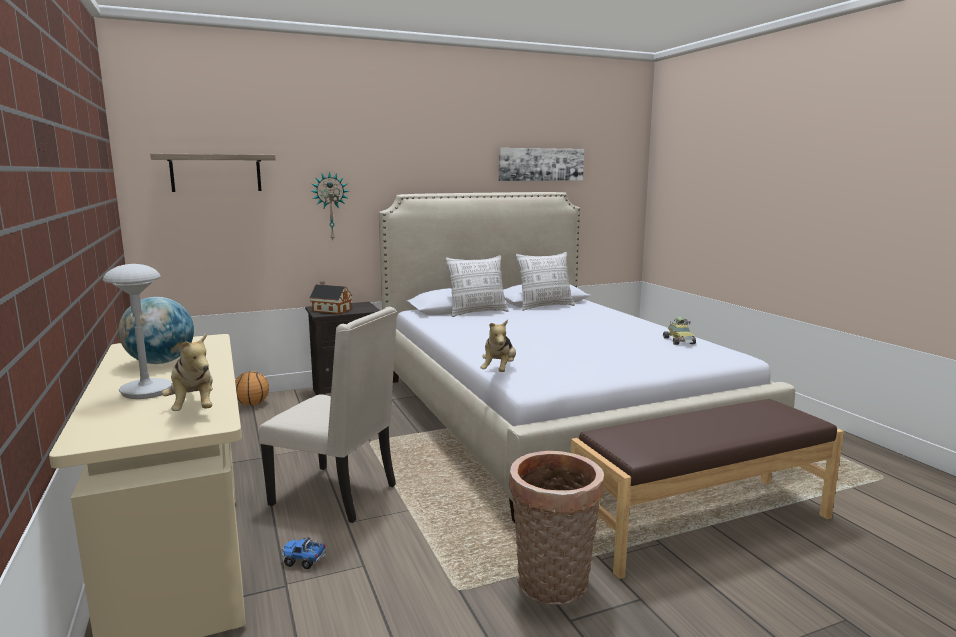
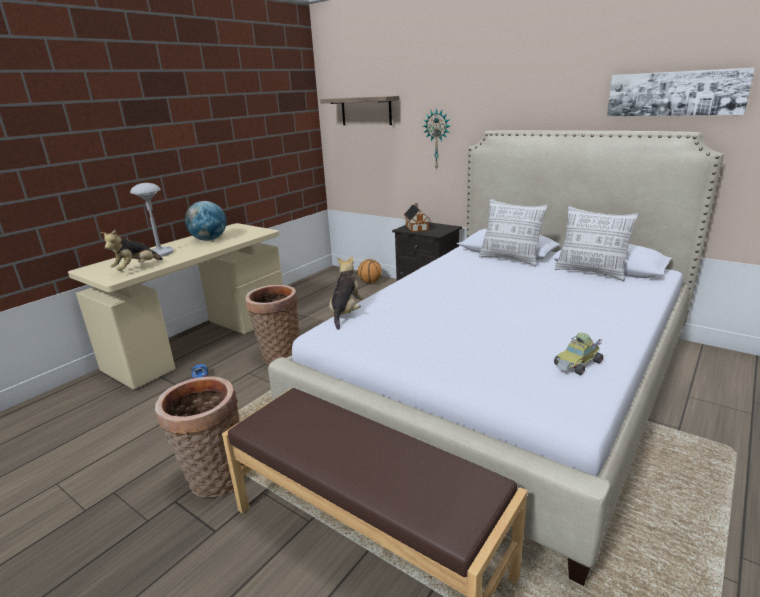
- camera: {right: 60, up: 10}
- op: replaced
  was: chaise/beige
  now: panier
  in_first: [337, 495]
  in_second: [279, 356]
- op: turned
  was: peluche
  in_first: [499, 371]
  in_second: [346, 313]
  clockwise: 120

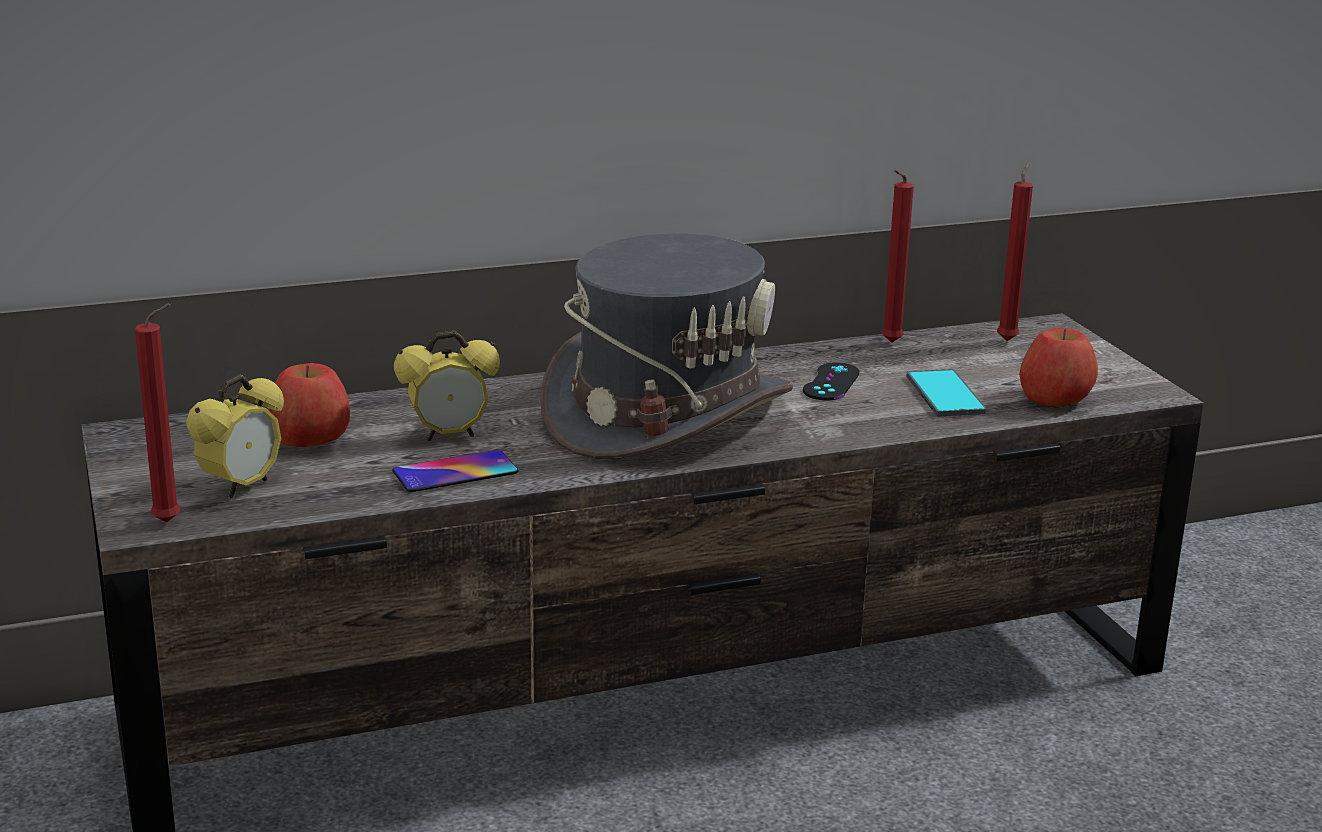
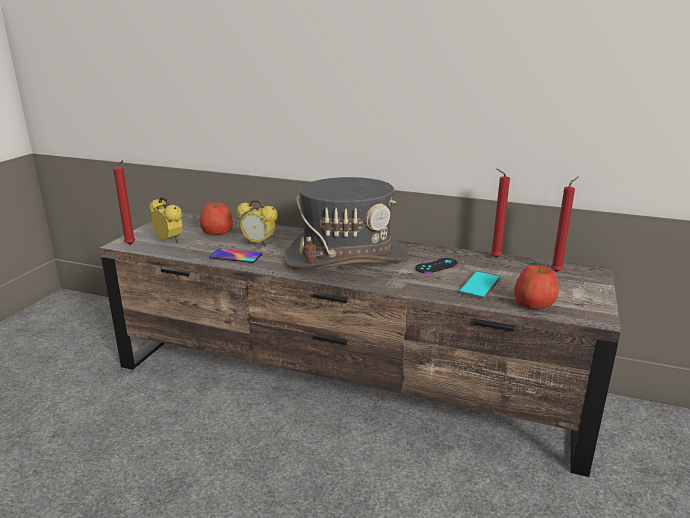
- camera: {right: 40, up: 0}
- op: turned
  was: réveil
  in_first: [242, 487]
  in_second: [169, 241]
  clockwise: -120

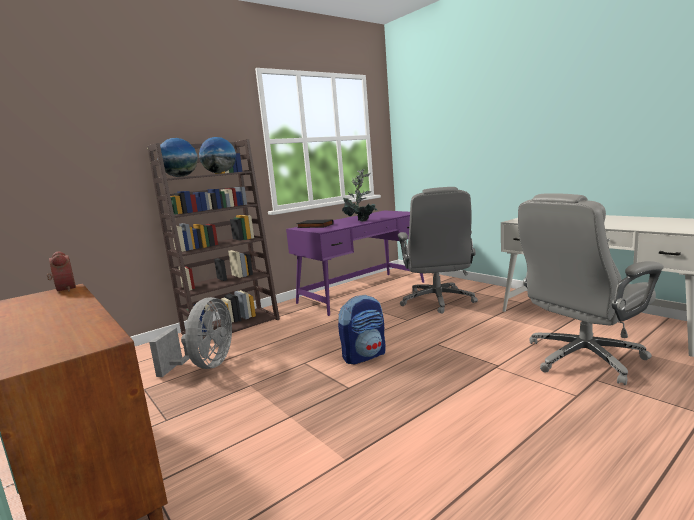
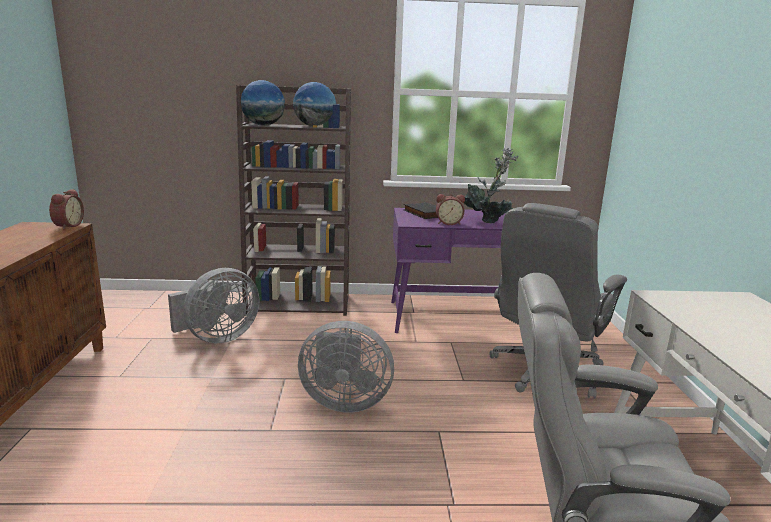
- camera: {right: 35, up: 5}
- op: replaced
  was: sac à dos
  now: ventilateur/gris
  in_first: [364, 356]
  in_second: [344, 402]
- op: added
  now: réveil
  in_second: [448, 223]

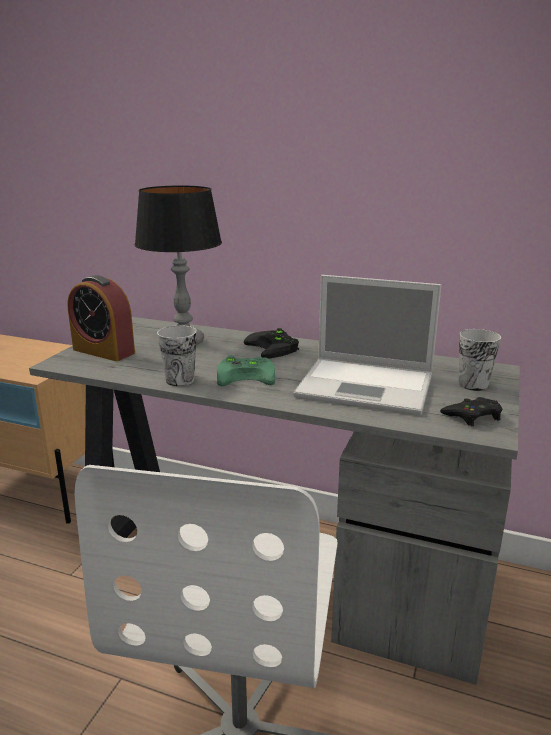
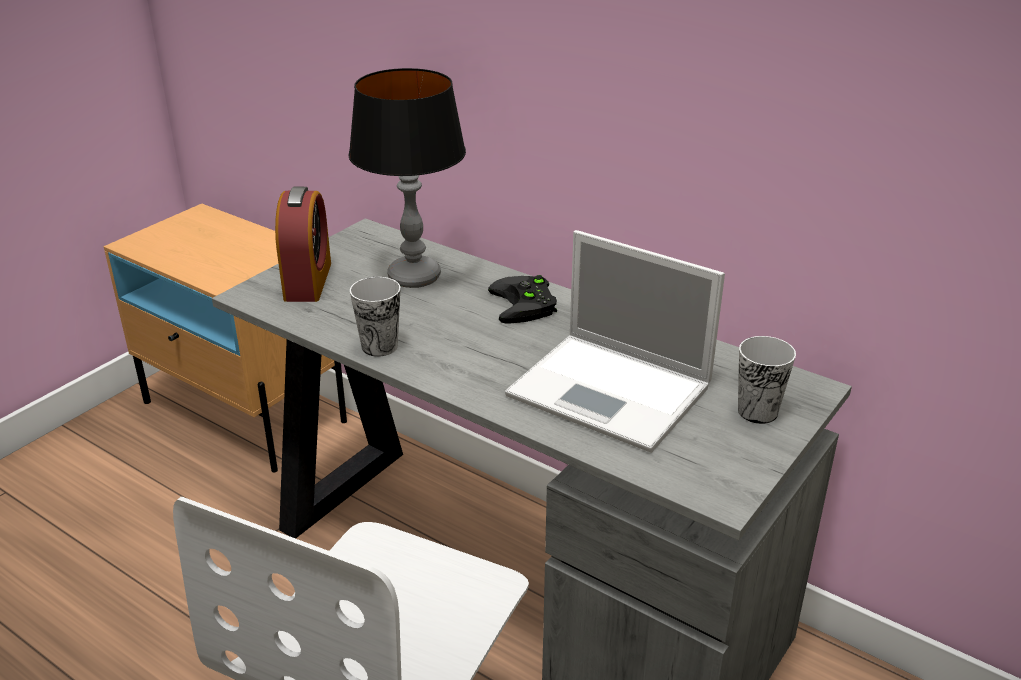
- camera: {right: 15, up: 10}
- op: turned
  was: réveil
  in_first: [103, 351]
  in_second: [308, 281]
  clockwise: -135
- op: removed
  was: manette/vert
  in_first: [248, 375]
- op: removed
  was: manette/noir
  in_first: [472, 416]

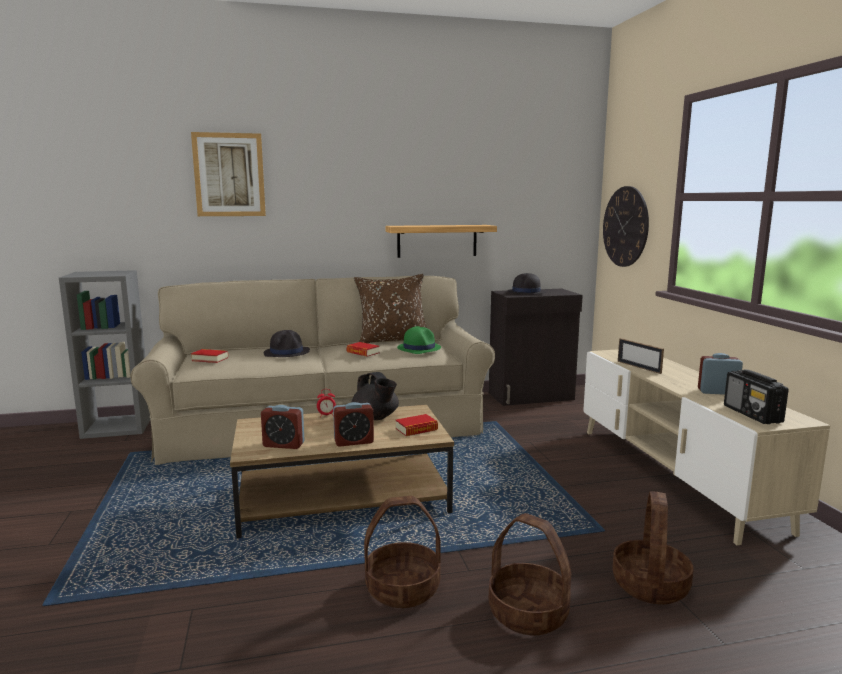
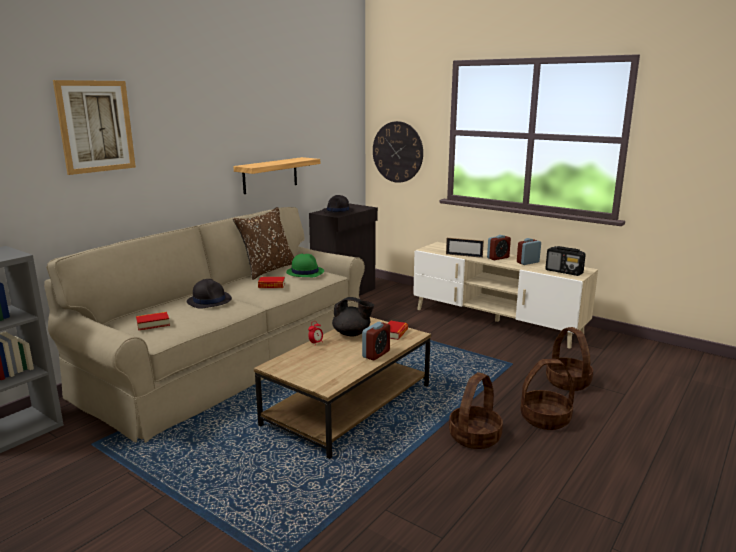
- camera: {right: -40, up: 5}
- op: moved
  was: réveil
  in_first: [283, 445]
  in_second: [498, 258]

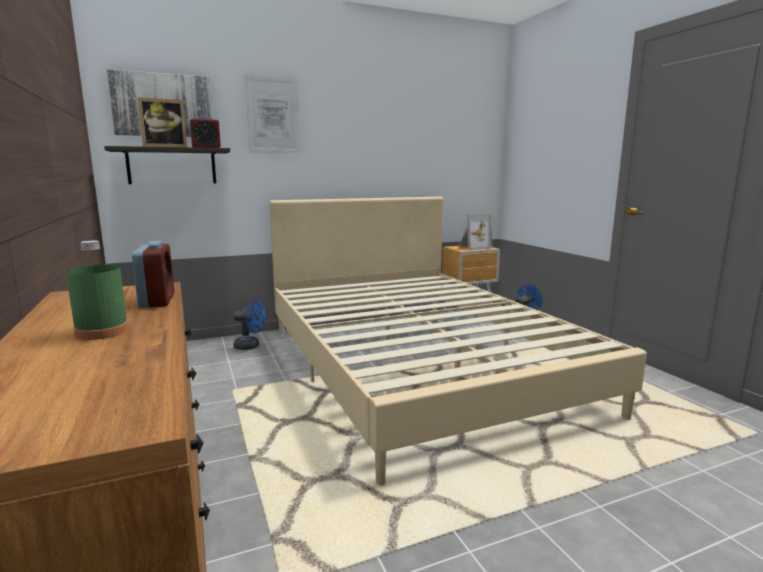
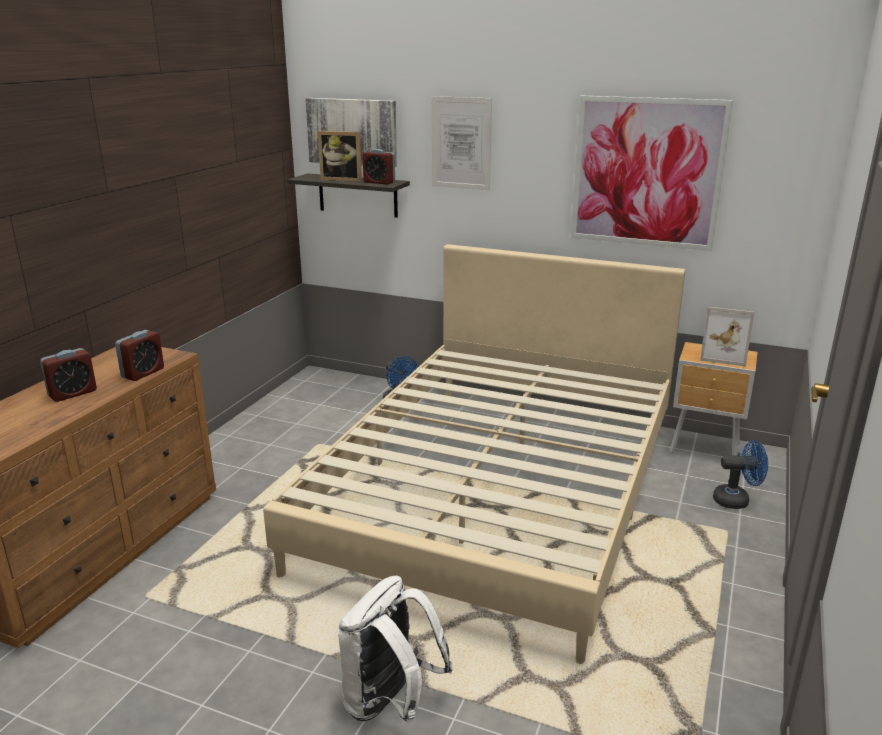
- camera: {right: 45, up: 10}
- op: replaced
  was: bouteille/vert
  now: réveil
  in_first: [102, 331]
  in_second: [72, 393]
- op: added
  now: sac à dos/blanc
  in_second: [389, 703]
- op: added
  now: tableau
  in_second: [646, 173]

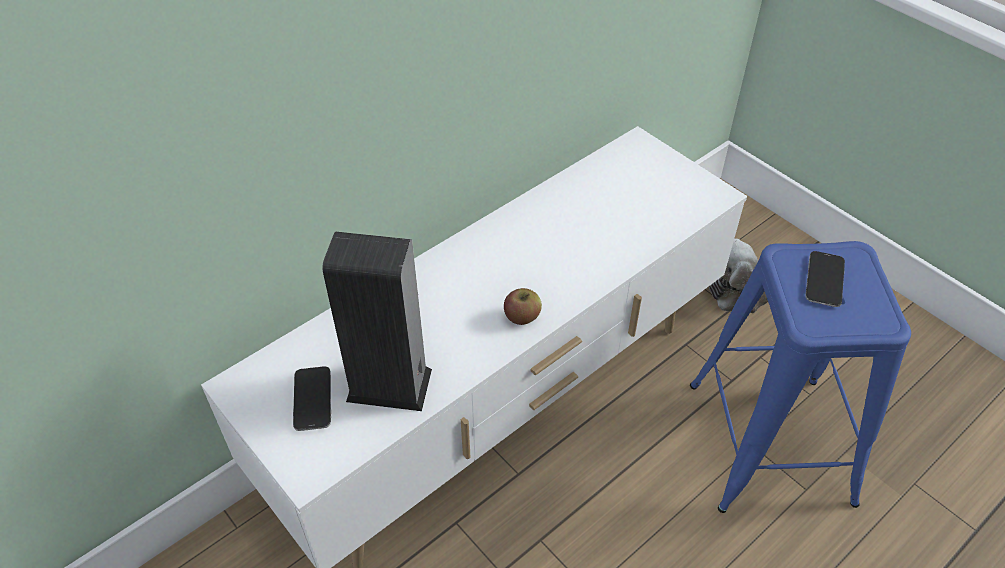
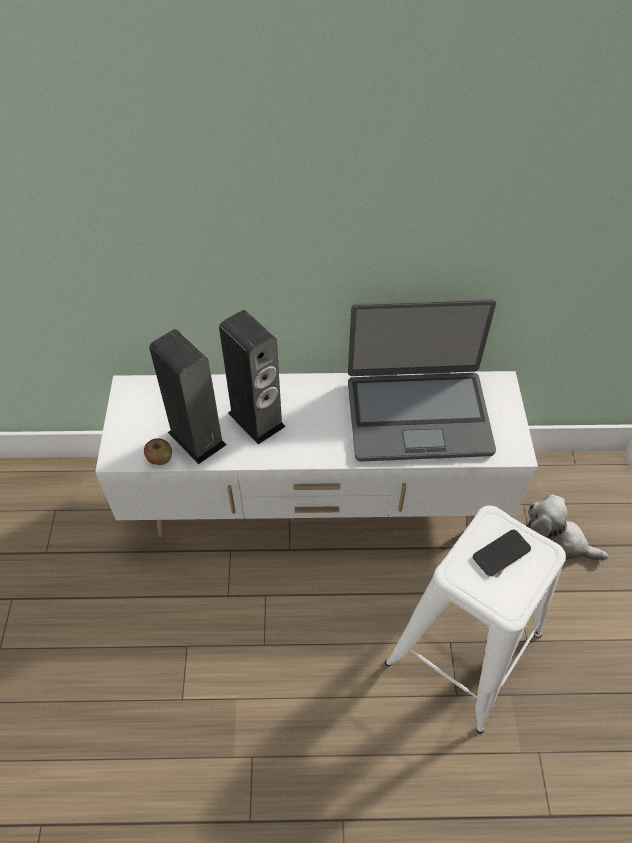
- camera: {right: 40, up: 5}
- op: moved
  was: pomme
  in_first: [522, 316]
  in_second: [160, 458]
- op: added
  now: enceinte
  in_second: [256, 419]
- op: added
  now: ordinateur portable
  in_second: [418, 415]
- op: recoloured
  was: tabouret/bleu
  now: tabouret/blanc
  in_first: [769, 442]
  in_second: [464, 648]
- op: removed
  was: téléphone
  in_first: [312, 399]

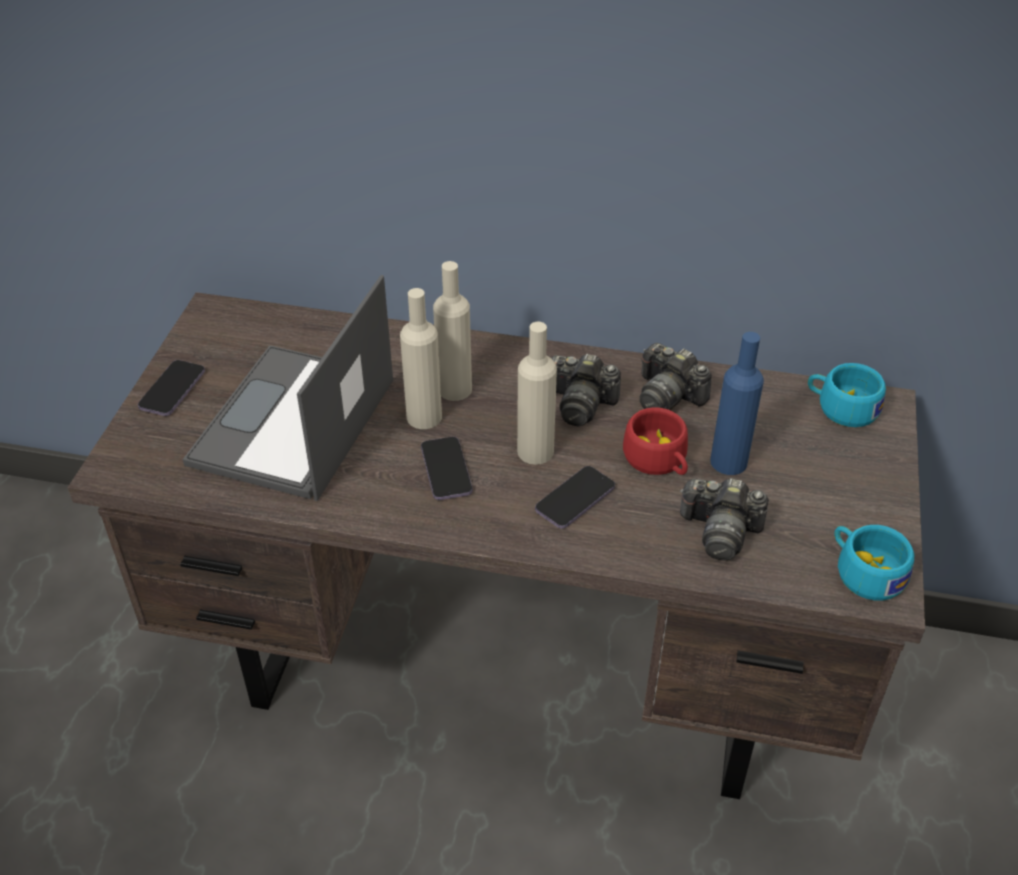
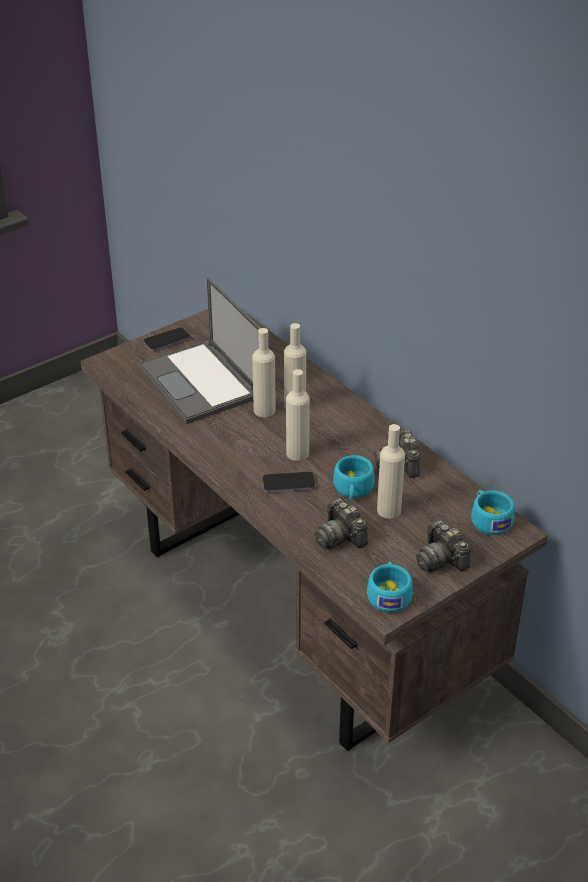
- camera: {right: 40, up: -5}
- op: turned
  was: ordinateur portable
  in_first: [293, 424]
  in_second: [201, 382]
  clockwise: -90
- op: recoloured
  was: tasse/rouge
  now: tasse/turquoise
  in_first: [658, 461]
  in_second: [353, 490]
- op: recoloured
  was: bouteille/bleu
  now: bouteille/beige
  in_first: [728, 461]
  in_second: [388, 510]
- op: moved
  was: appareil photo
  in_first: [579, 403]
  in_second: [441, 559]
- op: removed
  was: téléphone
  in_first: [446, 470]

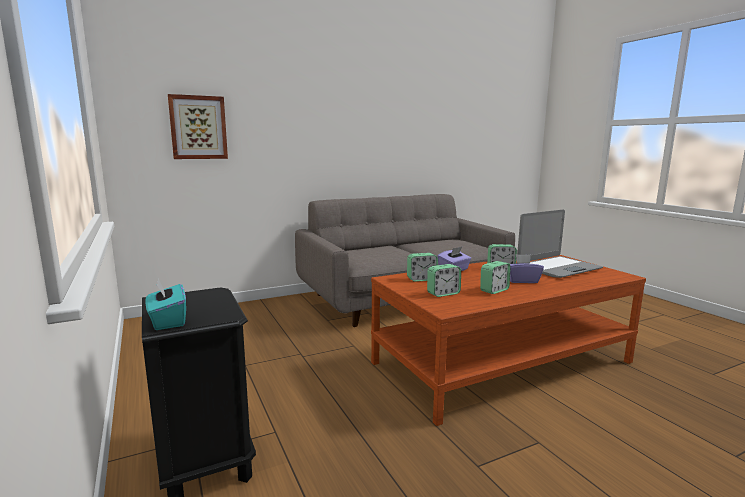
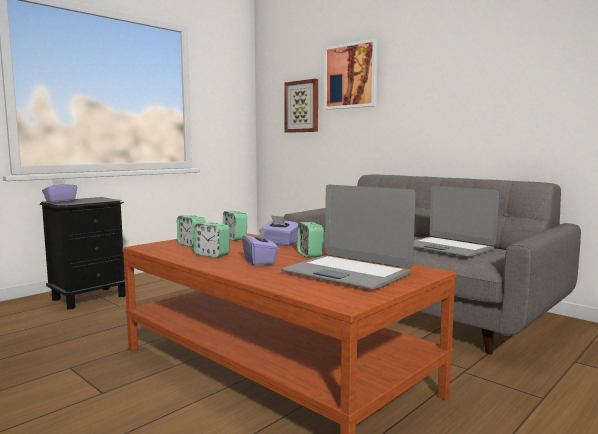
- camera: {right: 70, up: -5}
- op: recoloured
  was: boîte à mouchoirs/turquoise
  now: boîte à mouchoirs/violet
  in_first: [168, 321]
  in_second: [60, 201]
- op: added
  now: tableau
  in_second: [351, 76]
- op: added
  now: ordinateur portable
  in_second: [447, 248]

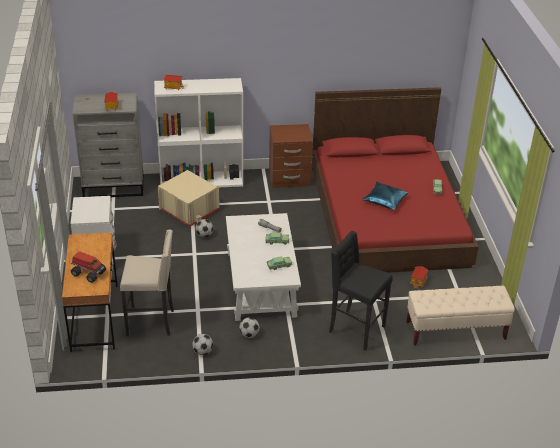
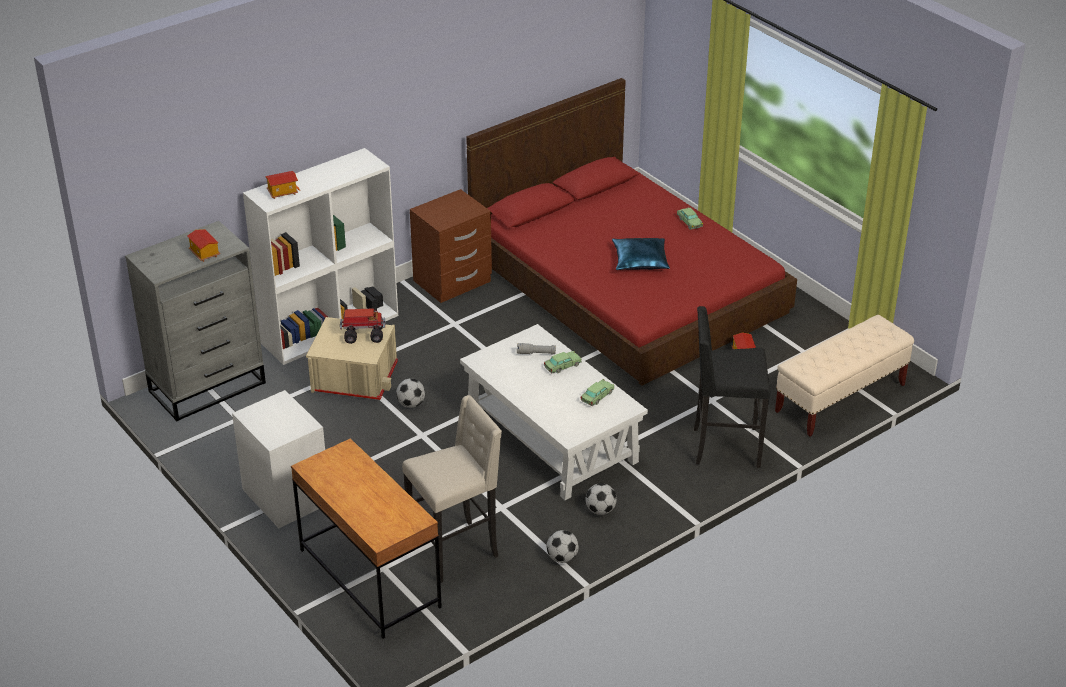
- camera: {right: -30, up: 0}
- op: moved
  was: camion jouet
  in_first: [88, 273]
  in_second: [363, 335]

